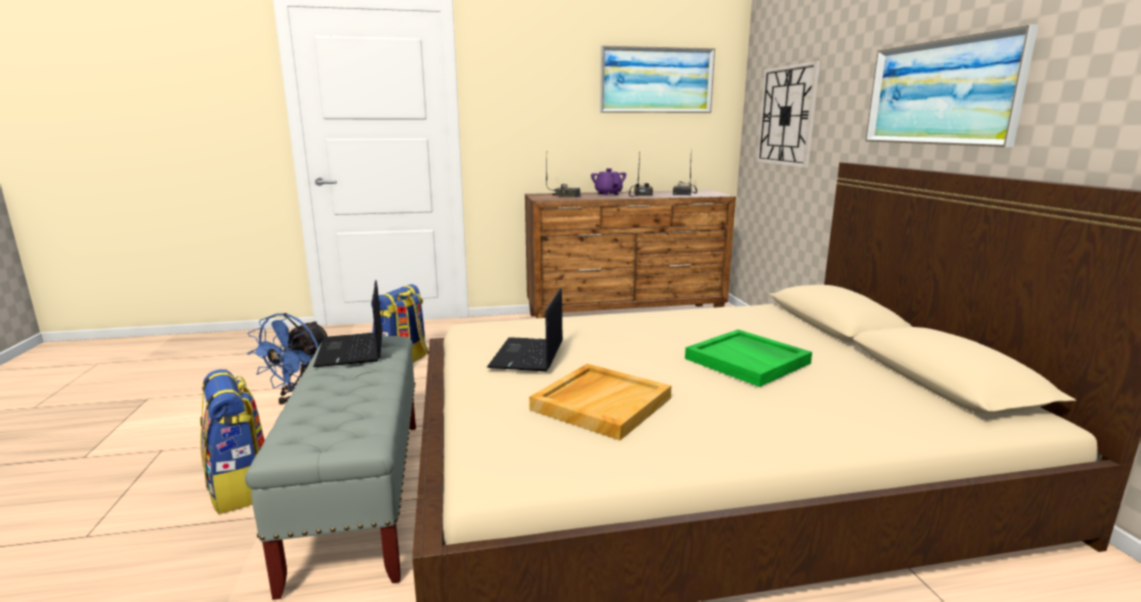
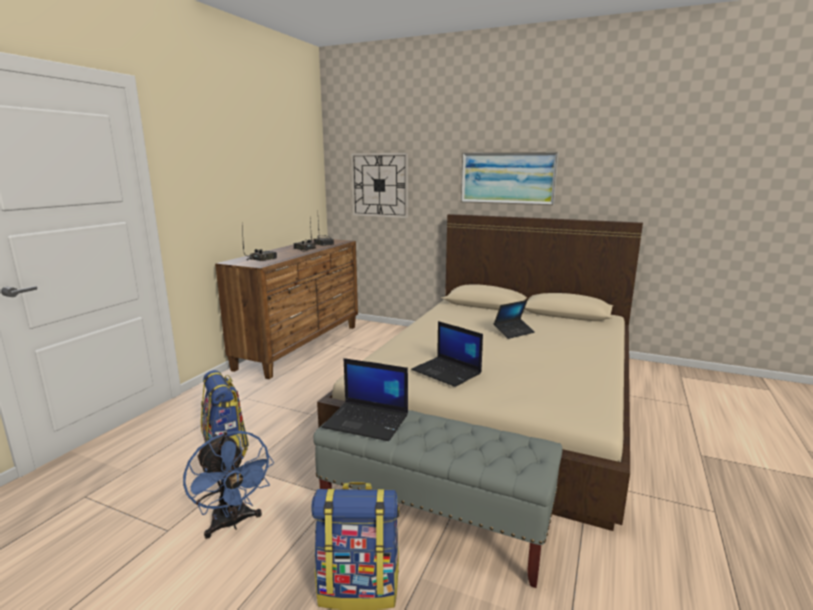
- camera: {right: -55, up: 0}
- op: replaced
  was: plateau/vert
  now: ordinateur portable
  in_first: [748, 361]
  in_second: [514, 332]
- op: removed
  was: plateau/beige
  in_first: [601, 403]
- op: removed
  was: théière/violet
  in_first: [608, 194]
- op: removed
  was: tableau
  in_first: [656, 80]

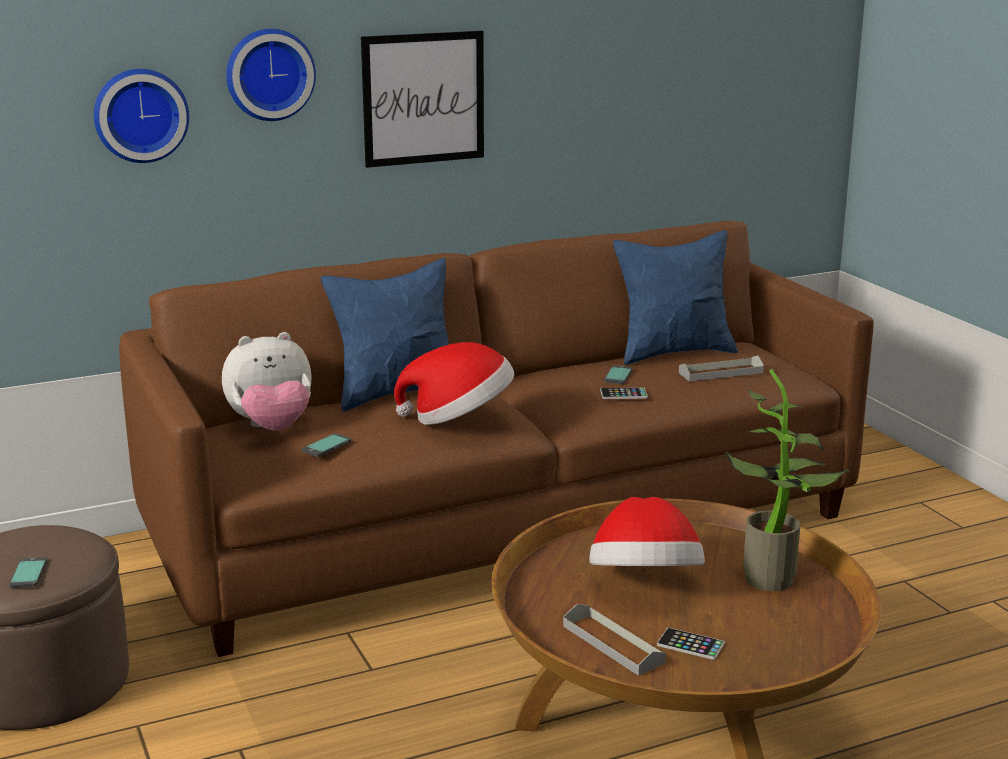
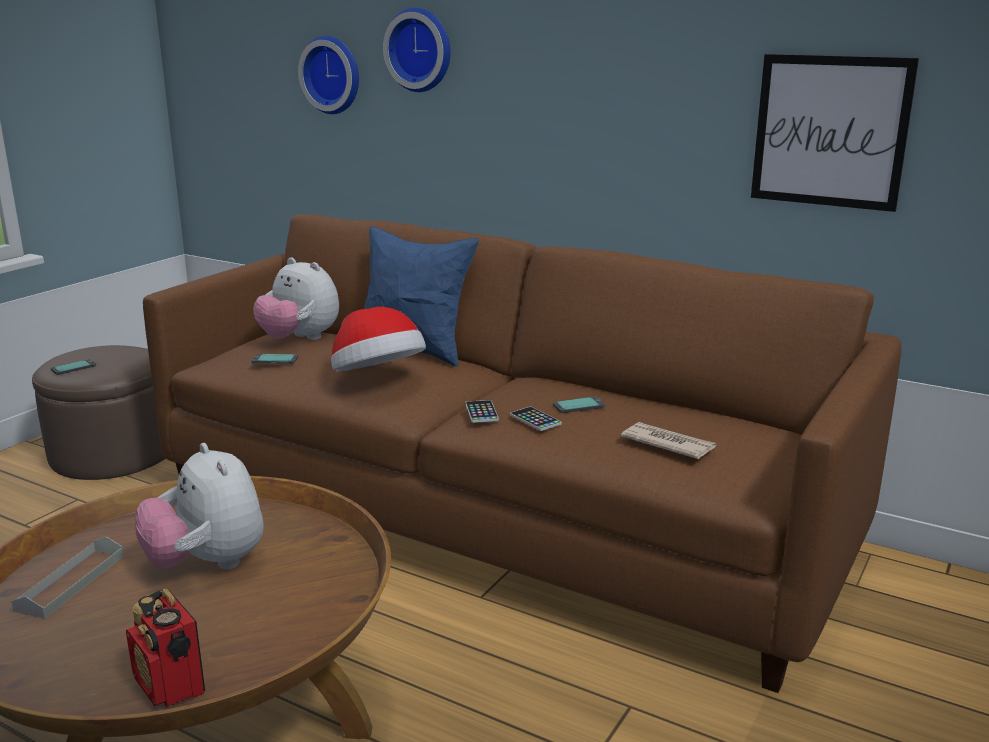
- camera: {right: 55, up: 0}
- op: added
  now: radio
  in_second: [170, 686]
- op: replaced
  was: chapeau
  now: peluche
  in_first: [645, 584]
  in_second: [207, 564]
- op: moved
  was: téléphone
  in_first: [690, 645]
  in_second: [481, 412]
- op: replaced
  was: plateau/gris
  now: journal
  in_first: [721, 373]
  in_second: [667, 444]
- op: moved
  was: tableau
  in_first: [423, 98]
  in_second: [830, 131]
- op: removed
  was: coussin/bleu
  in_first: [673, 352]
- op: removed
  was: plante en pot
  in_first: [775, 578]

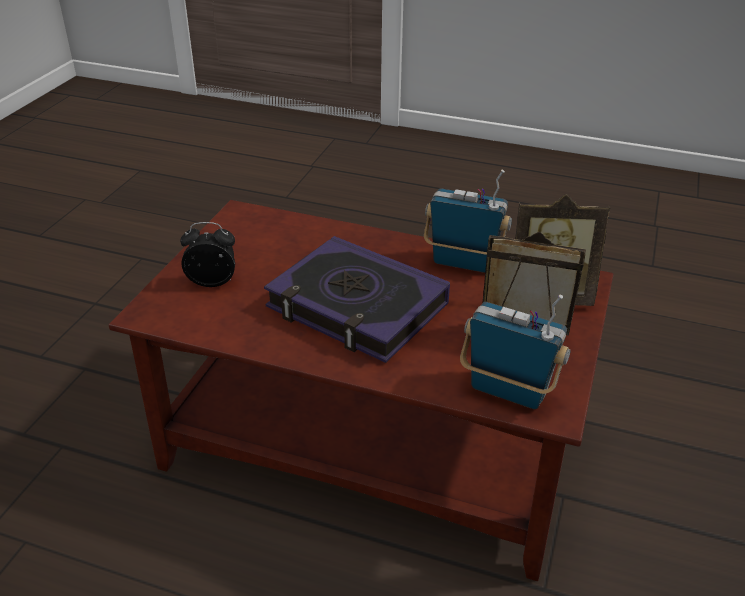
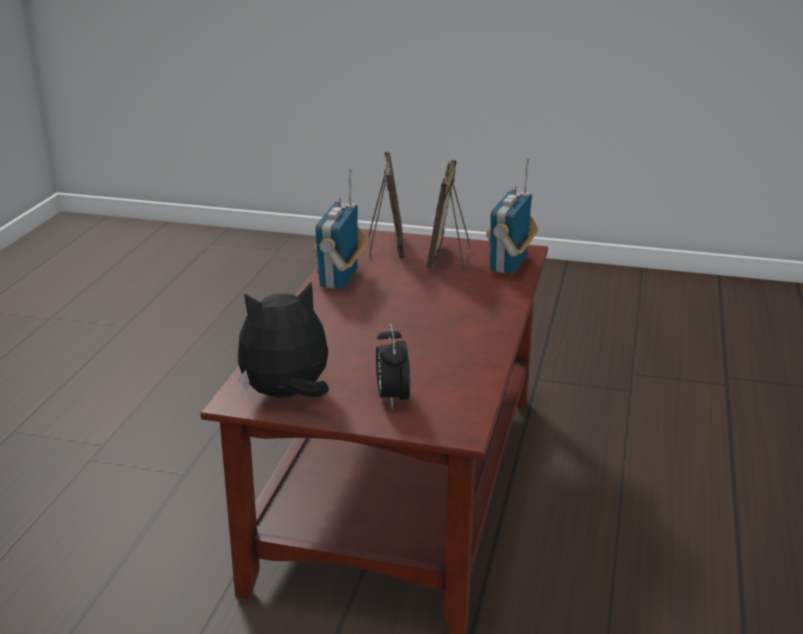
- camera: {right: -95, up: -10}
- op: added
  now: peluche
  in_second: [287, 396]
- op: removed
  was: livre
  in_first: [357, 307]

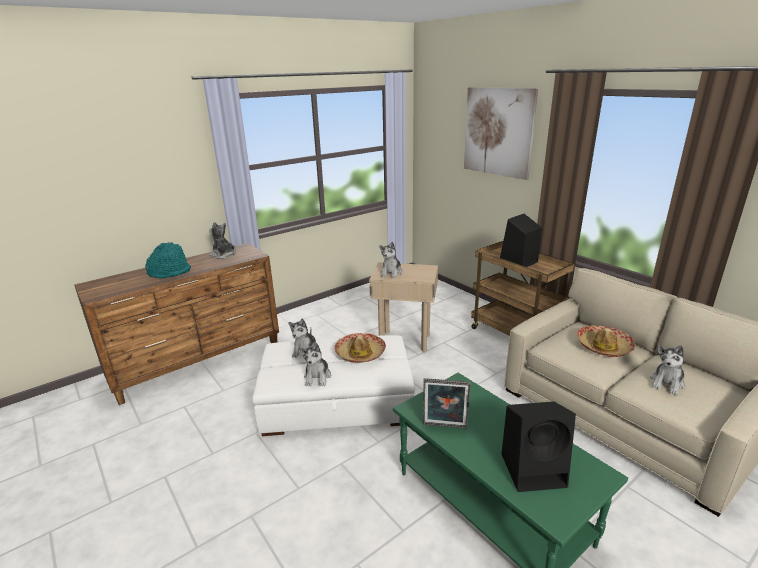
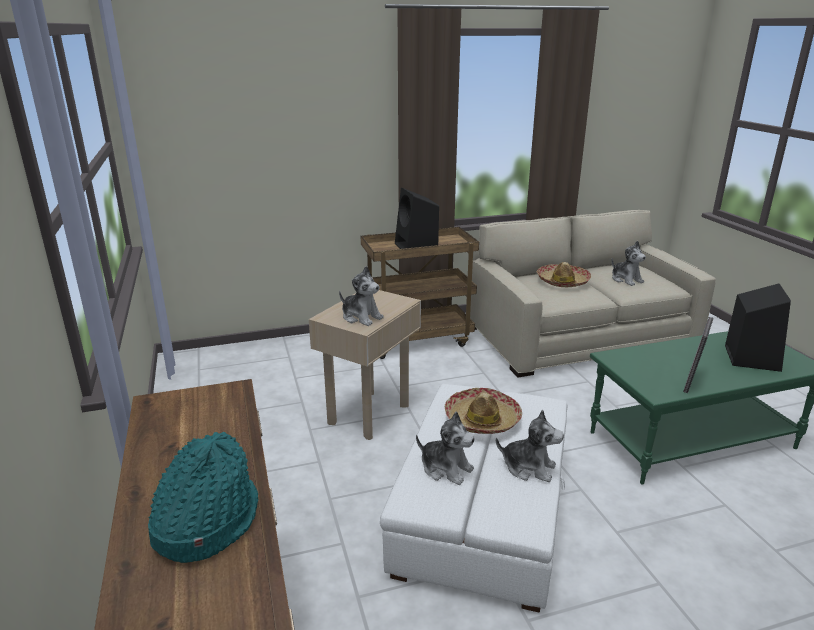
- camera: {right: -70, up: 0}
- op: removed
  was: peluche
  in_first: [224, 255]
- op: removed
  was: tableau
  in_first: [498, 132]

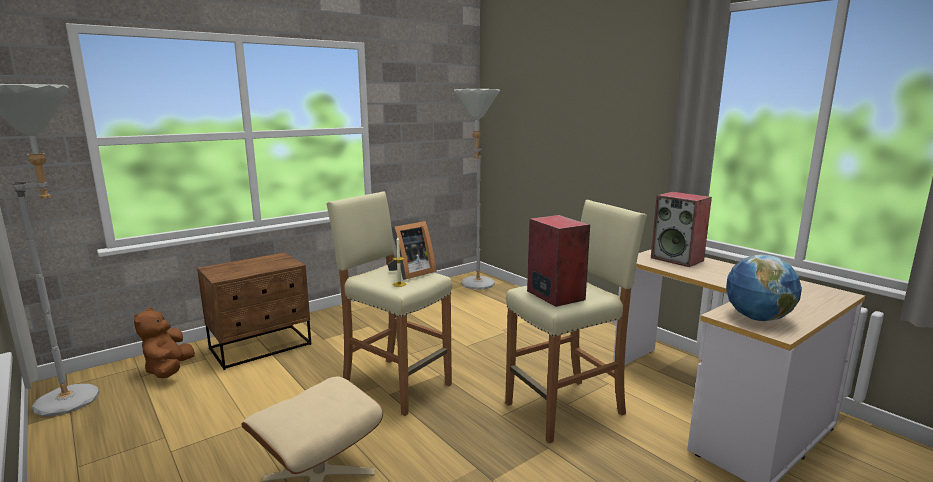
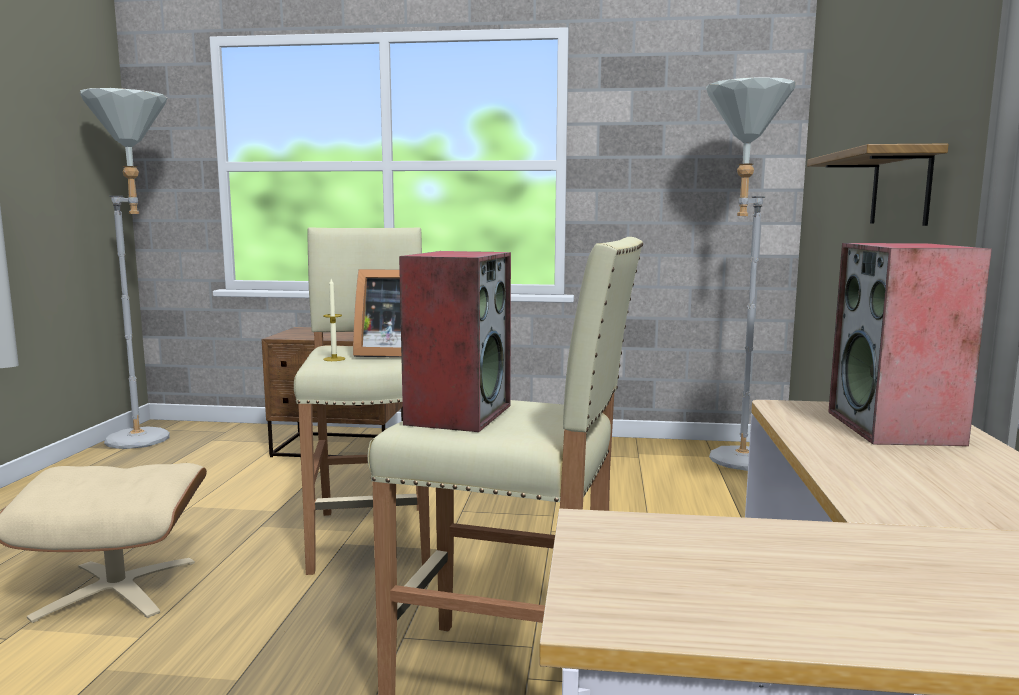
- camera: {right: 45, up: -5}
- op: added
  now: étagère
  in_second: [900, 188]
- op: removed
  was: peluche/marron
  in_first: [169, 370]
- op: removed
  was: globe
  in_first: [757, 318]

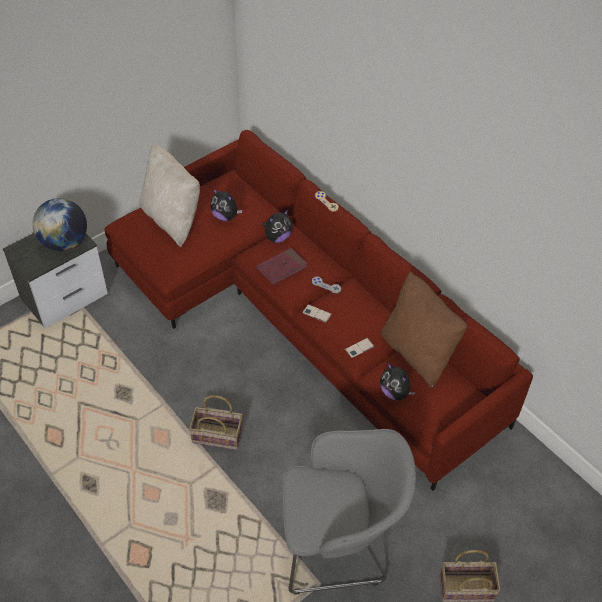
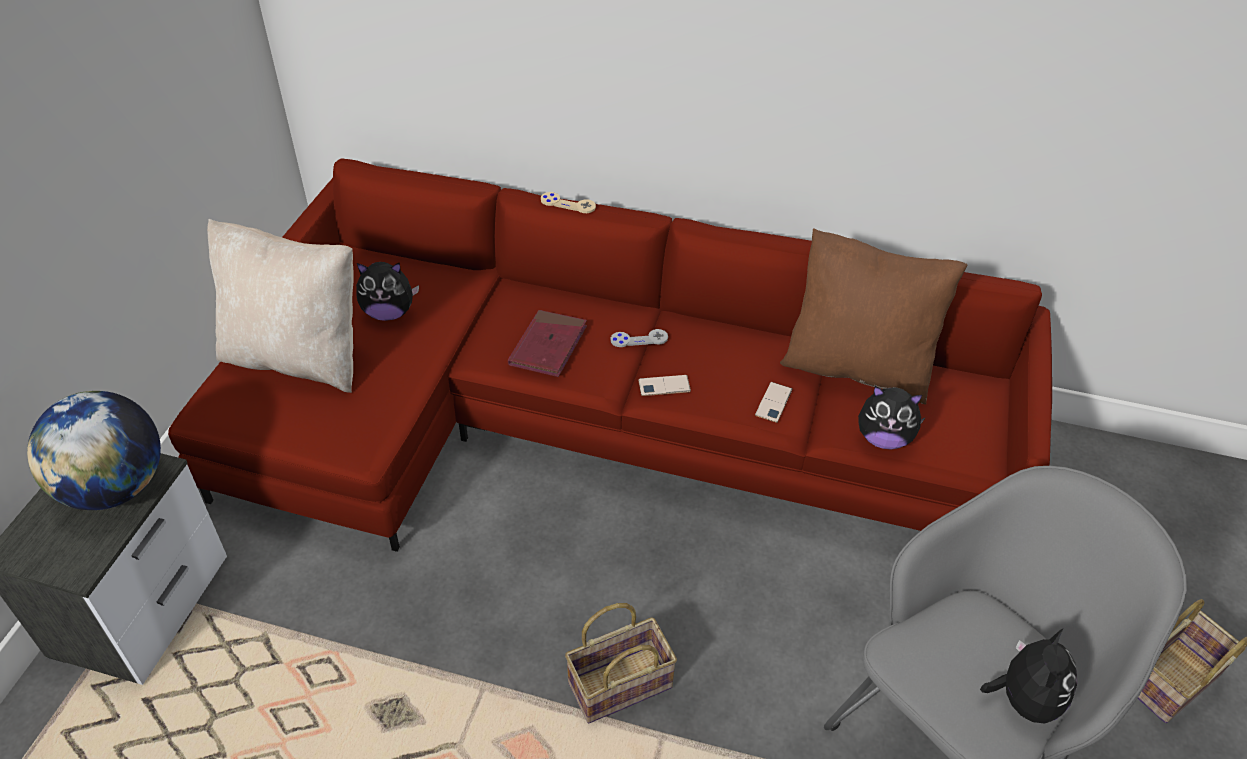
- camera: {right: -35, up: -5}
- op: moved
  was: peluche
  in_first: [277, 237]
  in_second: [1023, 699]

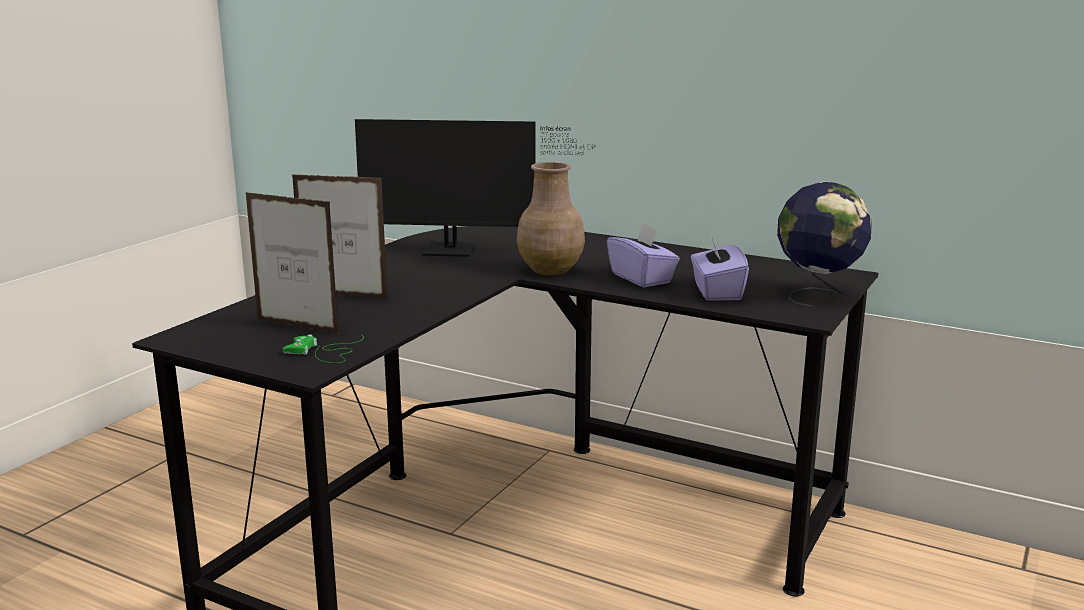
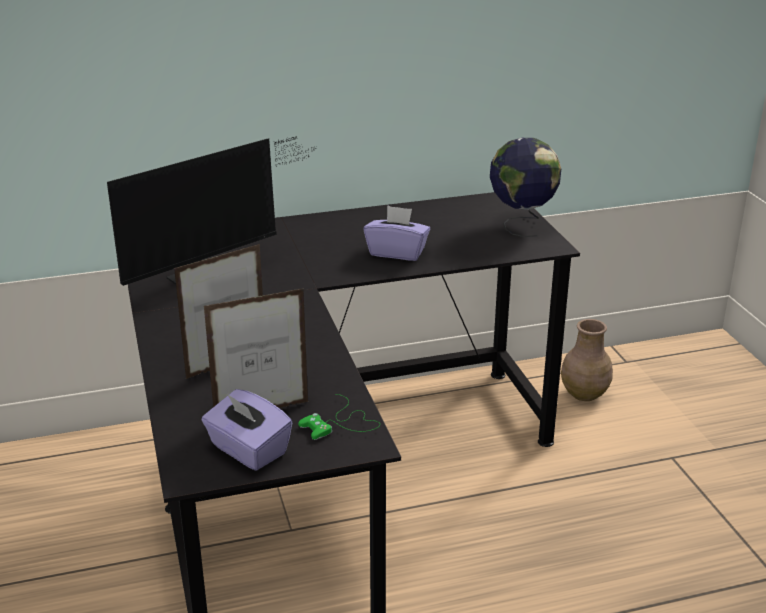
- camera: {right: -45, up: 10}
- op: moved
  was: boîte à mouchoirs/violet
  in_first: [716, 292]
  in_second: [248, 450]
- op: moved
  was: vase/marron
  in_first: [551, 270]
  in_second: [585, 394]

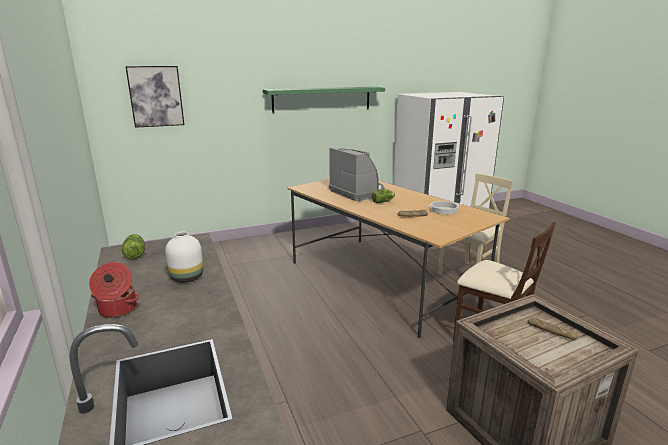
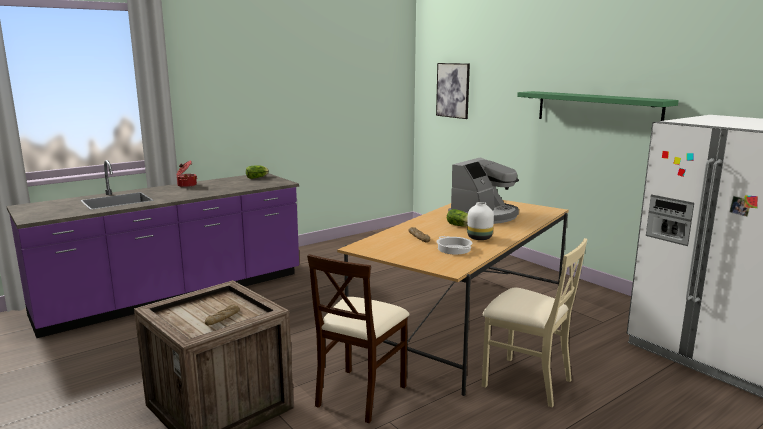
- camera: {right: 75, up: -5}
- op: moved
  was: vase/blanc
  in_first: [186, 278]
  in_second: [479, 238]

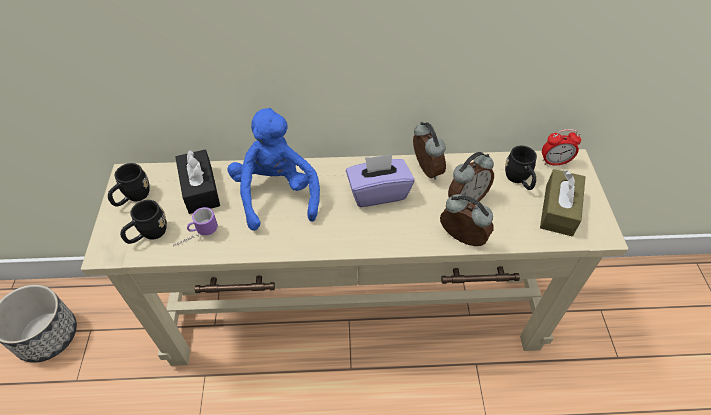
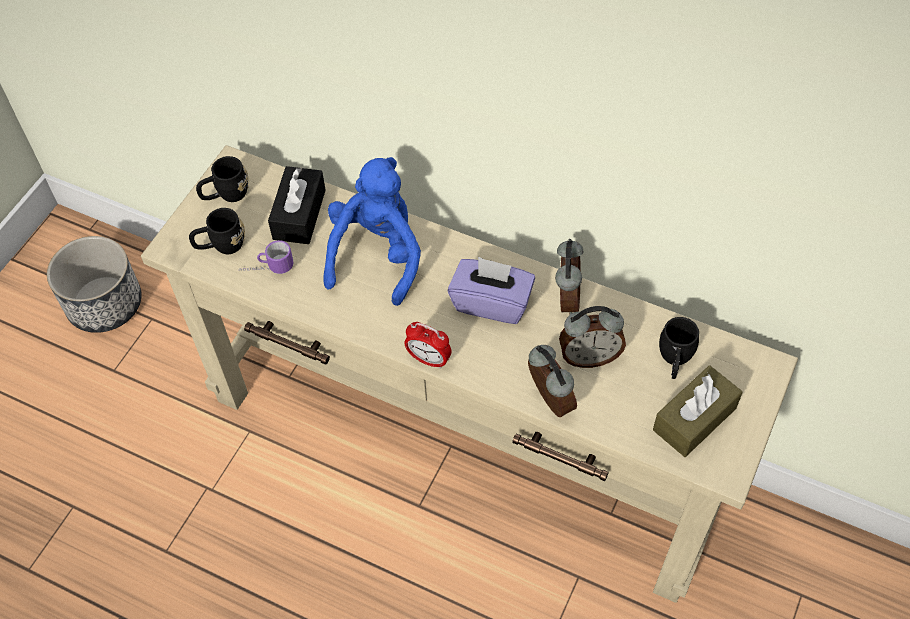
- camera: {right: 30, up: 5}
- op: moved
  was: réveil
  in_first: [554, 162]
  in_second: [429, 359]

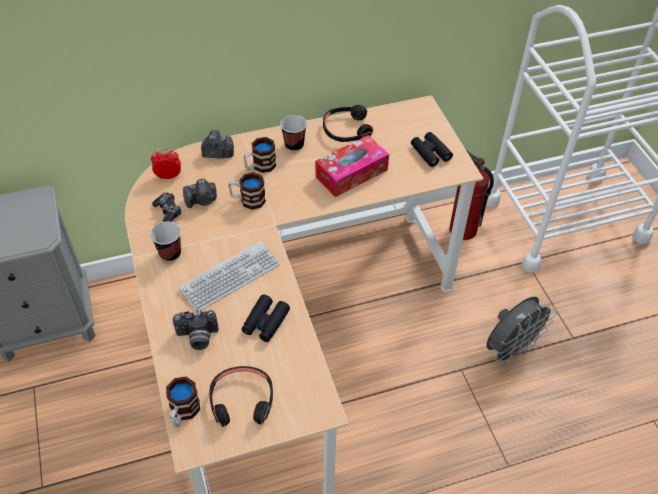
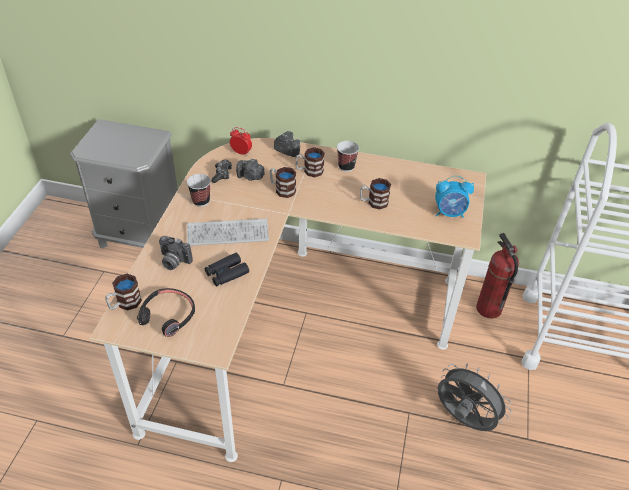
- camera: {right: 30, up: -5}
- op: replaced
  was: boîte à mouchoirs
  now: mug
  in_first: [351, 173]
  in_second: [373, 202]
- op: replaced
  was: jumelles/noir
  now: réveil
  in_first: [430, 153]
  in_second: [449, 213]
- op: turned
  was: ventilateur/gris
  in_first: [510, 350]
  in_second: [463, 419]
  clockwise: -135
- op: removed
  was: casque audio/noir
  in_first: [346, 130]

